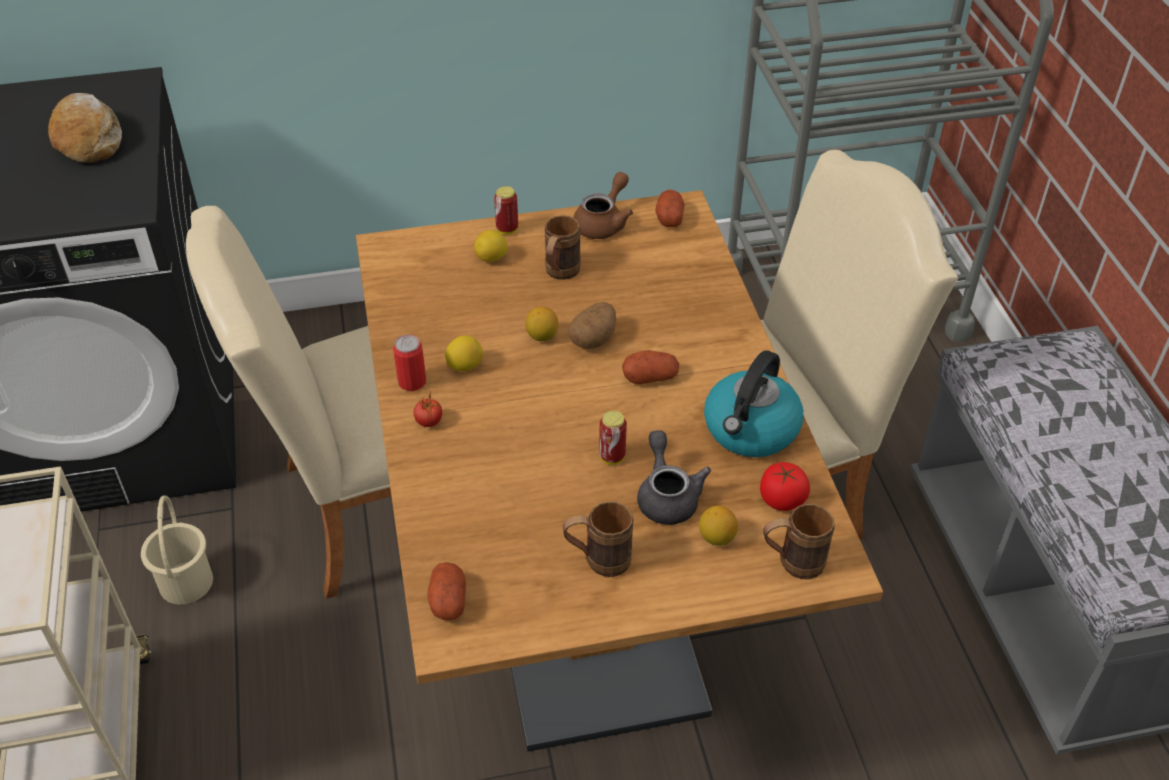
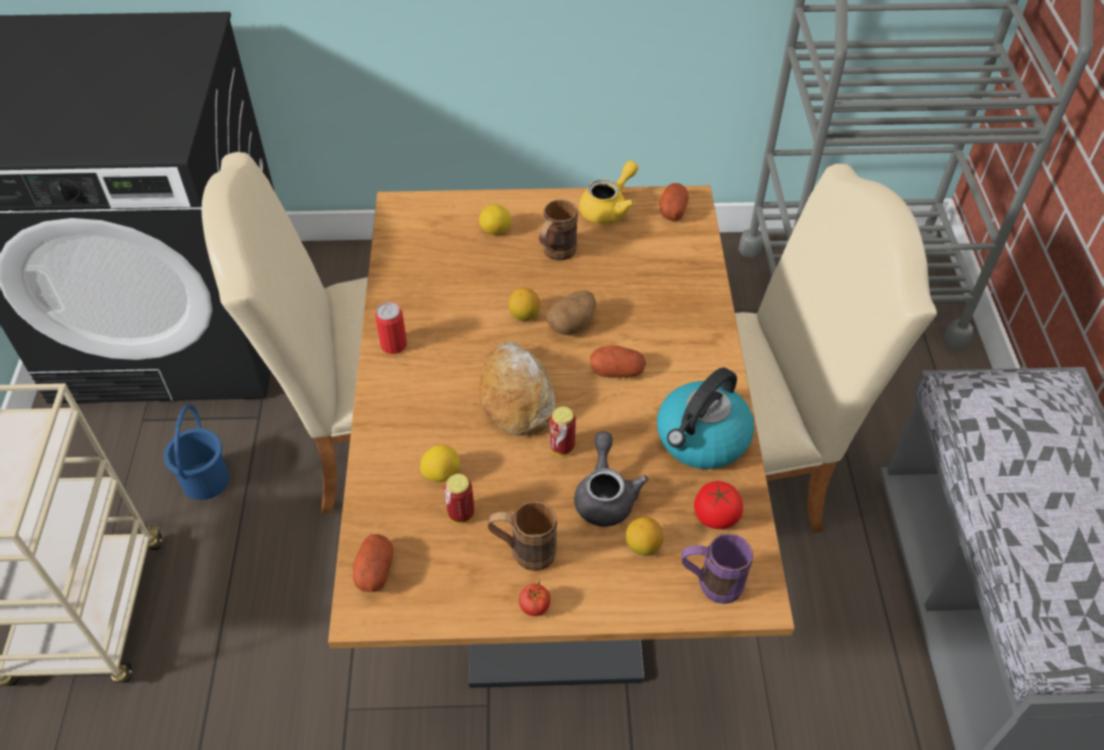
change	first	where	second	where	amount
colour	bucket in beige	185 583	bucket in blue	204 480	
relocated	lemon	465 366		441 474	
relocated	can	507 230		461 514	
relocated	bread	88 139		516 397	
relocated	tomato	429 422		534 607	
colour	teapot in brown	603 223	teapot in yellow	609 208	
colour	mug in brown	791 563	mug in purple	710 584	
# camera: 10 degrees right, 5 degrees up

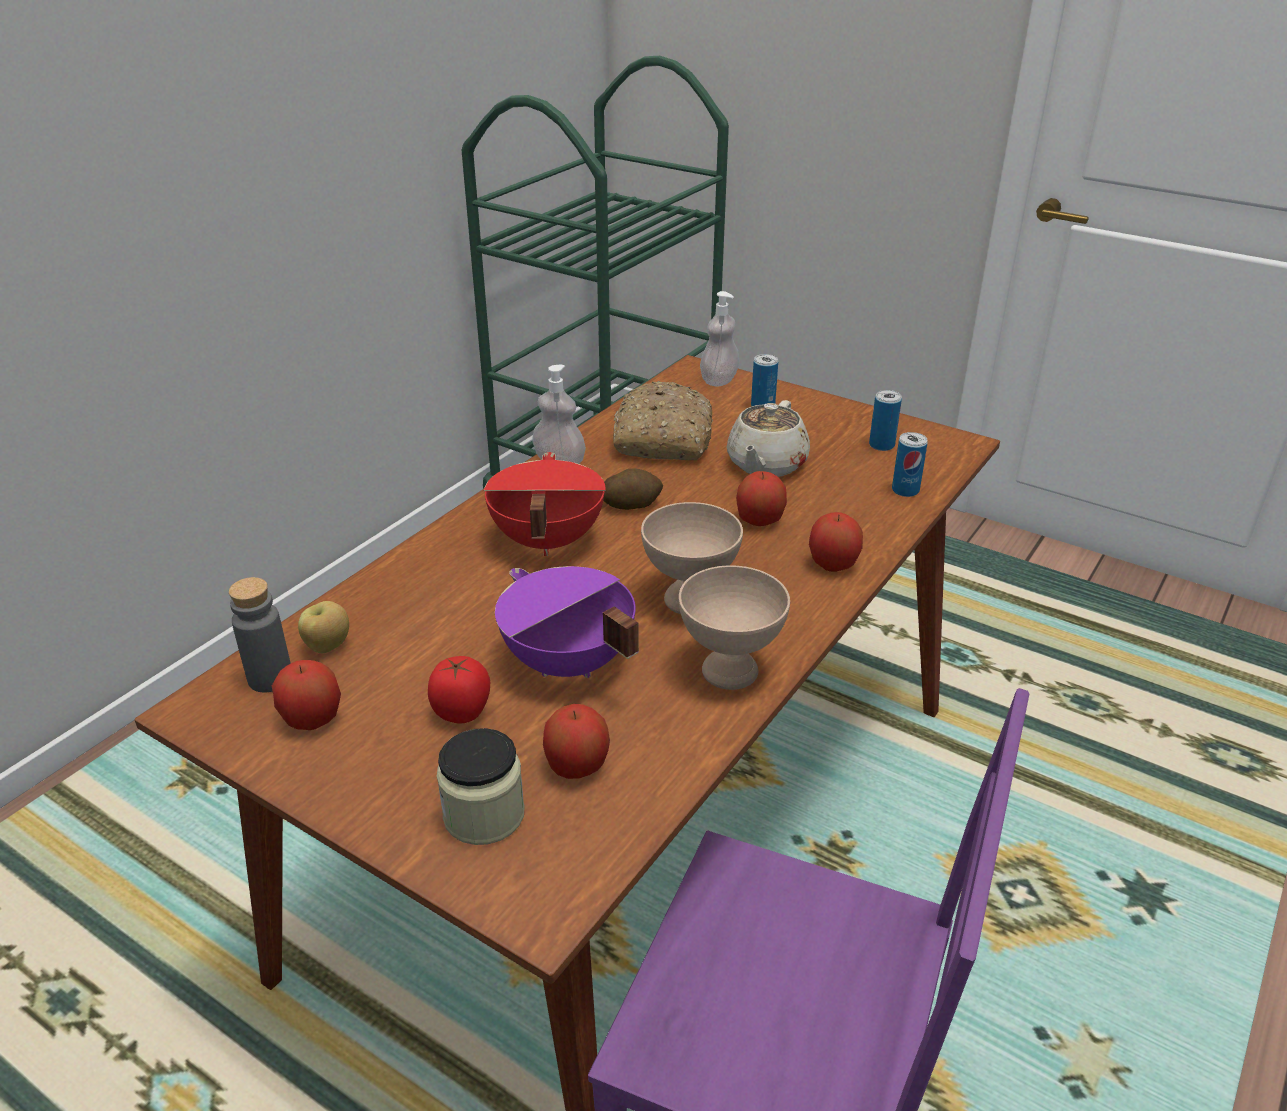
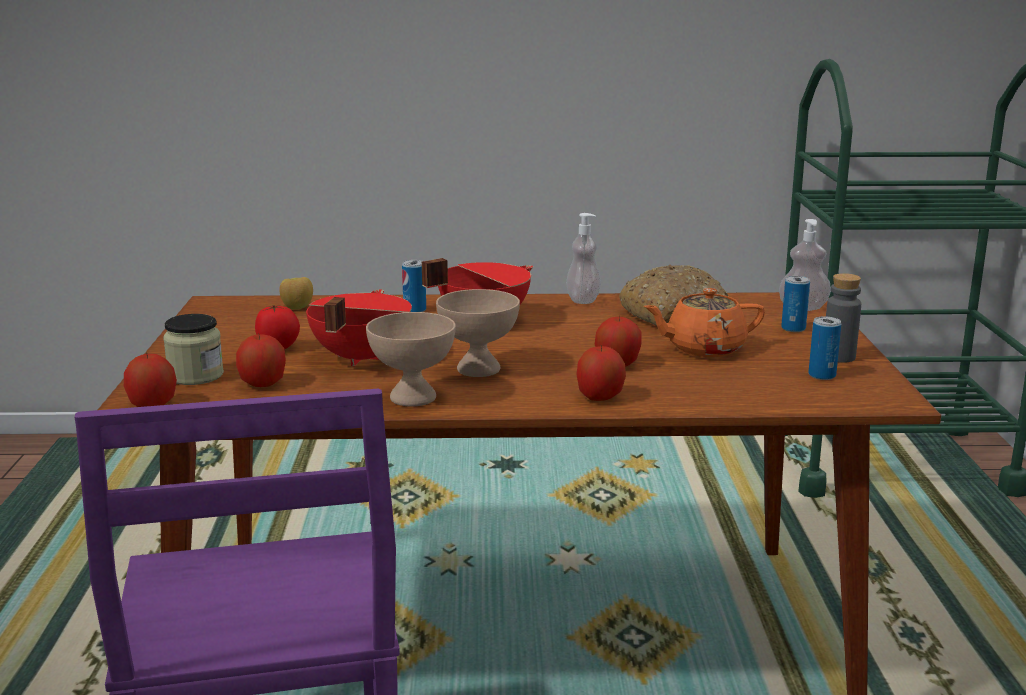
change	first	where	second	where	amount
relocated	apple	312 719		152 406	
colour	cooking pot in purple	567 663	cooking pot in red	358 358	
relocated	can	905 490		414 310	
colour	teapot in beige	766 464	teapot in orange	703 349	
relocated	bottle in grey	270 678		838 357	
missing	potato	632 504			
# camera: 55 degrees right, 15 degrees down

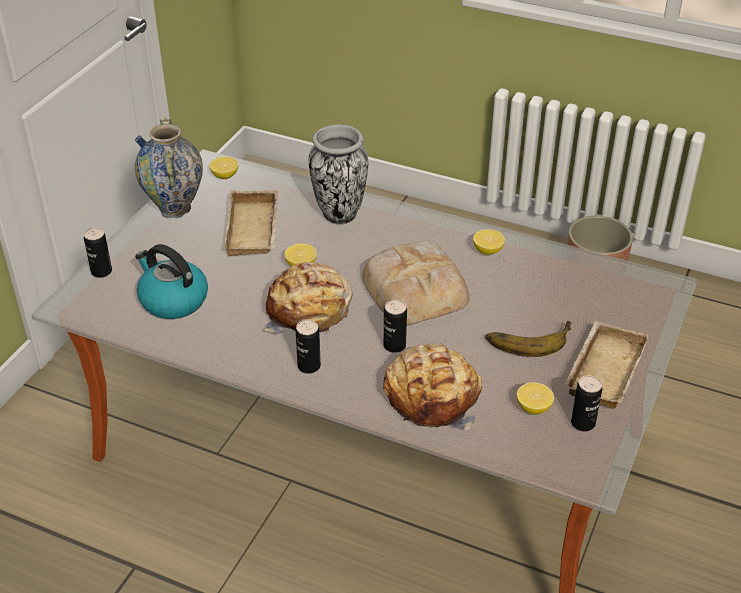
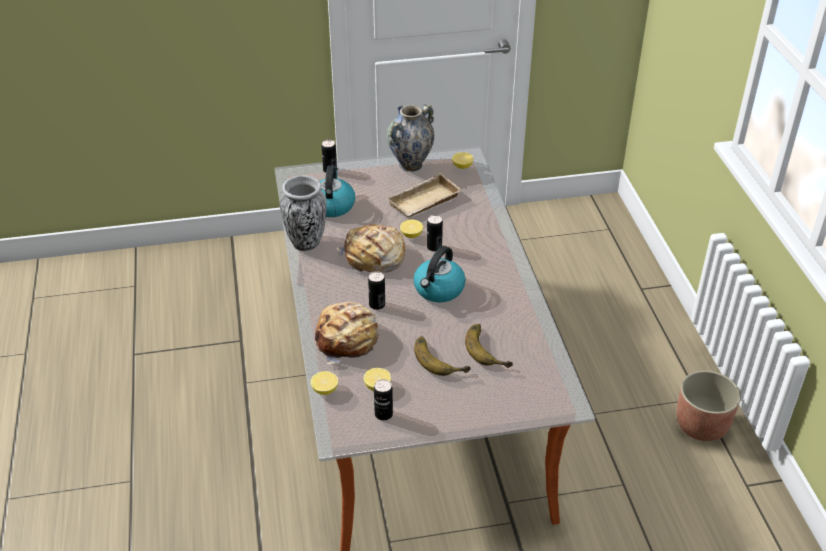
change	first	where	second	where	amount
relocated	vase	339 214		306 242	
relocated	lemon	488 250		325 390	
exchanged	bread	415 288	kettle	438 290	
relocated	can	309 366		434 247	
appeared			banana	489 348	
missing	tray in beige	602 369			
# camera: 55 degrees right, 0 degrees up

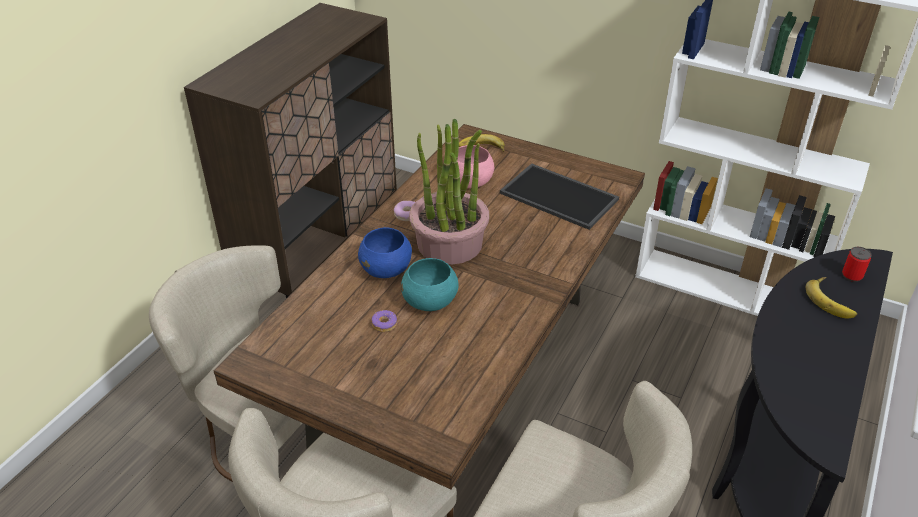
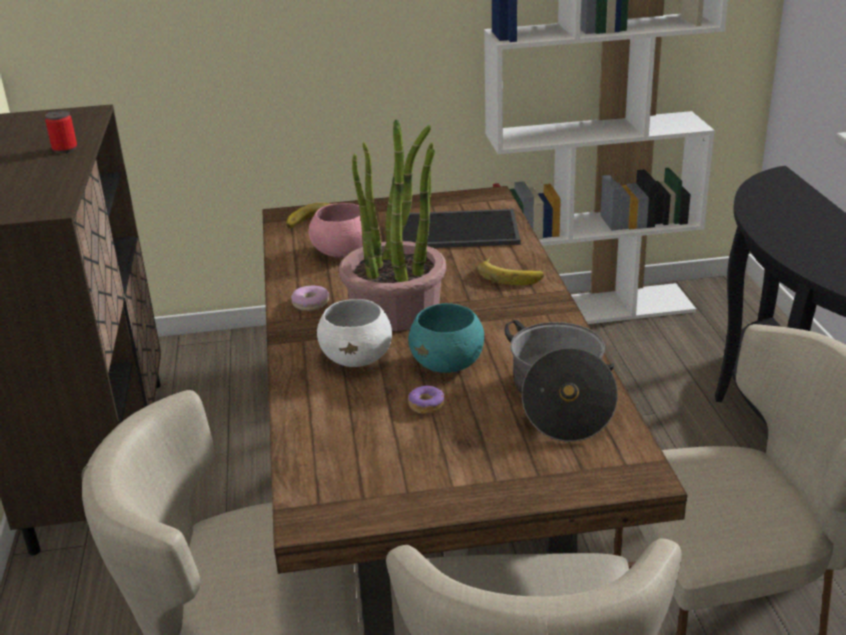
change	first	where	second	where	amount
relocated	can	852 276		65 149	
colour	bowl in blue	387 270	bowl in white	357 358	
relocated	banana	832 300		511 274	
appeared			cooking pot	559 399	
# camera: 35 degrees left, 10 degrees down

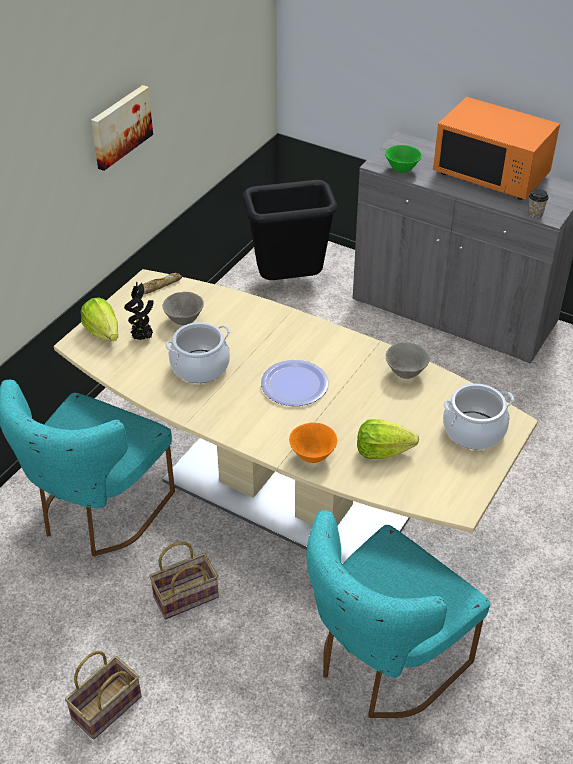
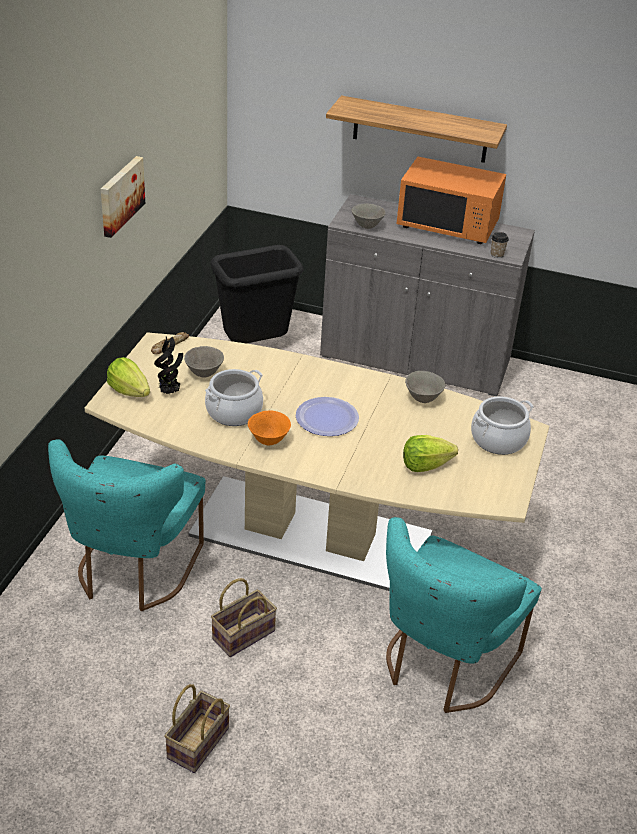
change	first	where	second	where	amount
relocated	bowl in orange	312 456		268 441	
appeared			shelf	420 130	
colour	bowl in green	402 169	bowl in grey	367 226	
# camera: 15 degrees left, 5 degrees down

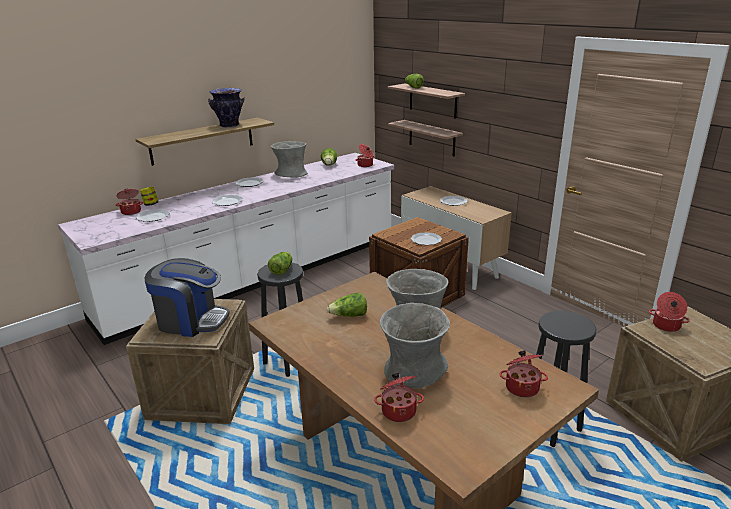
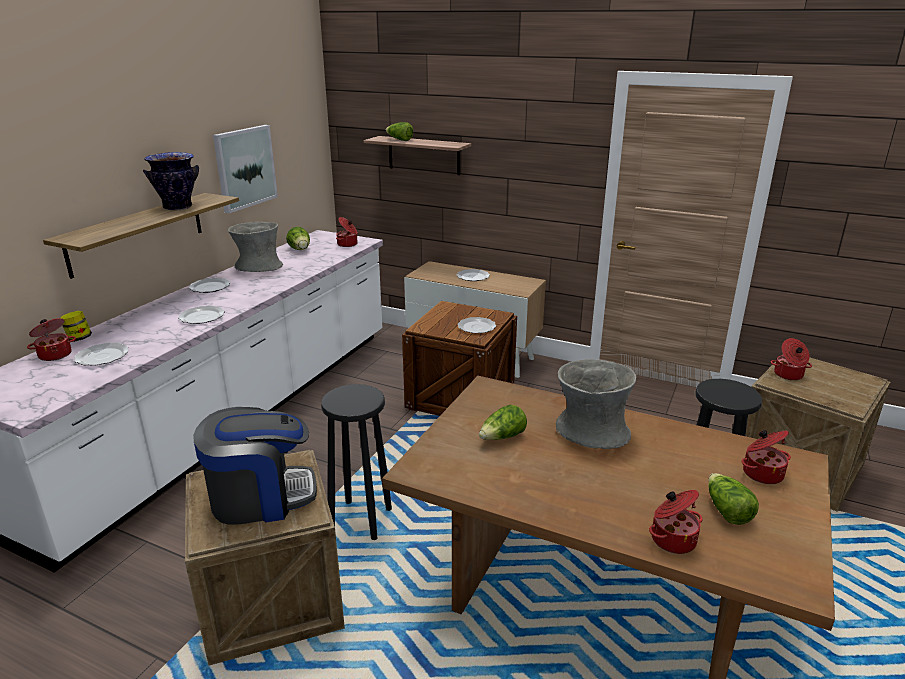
change	first	where	second	where	amount
appeared			picture	245 167	
relocated	lettuce	281 270		726 510	
missing	vase in grey	413 370			
missing	shelf	431 138			
# camera: 25 degrees left, 0 degrees up

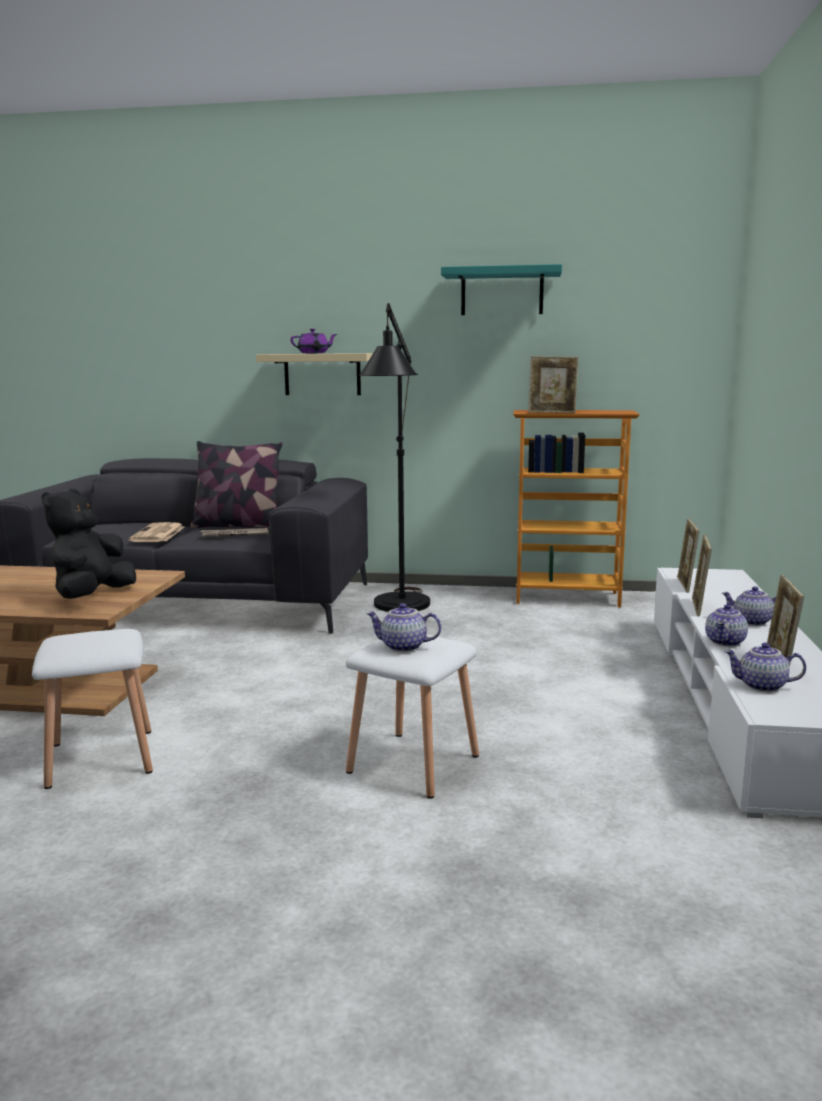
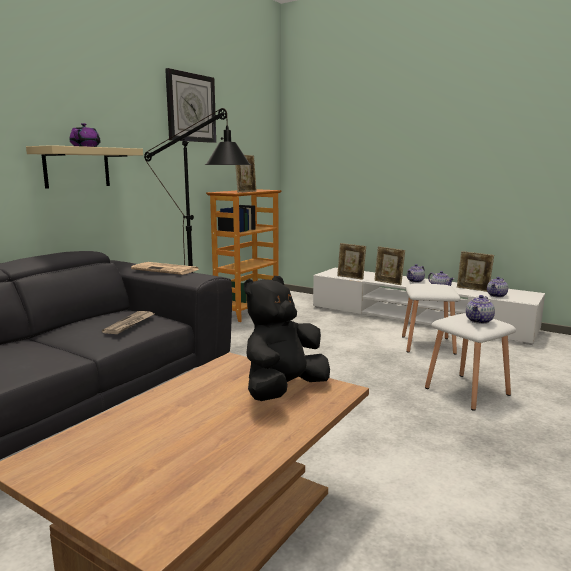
change	first	where	second	where	amount
relocated	newspaper	158 534		166 269	
exchanged	shelf in turquoise	502 292	wall clock	191 108	
spun	plush toy in black	92 596		283 390	90 degrees clockwise
relocated	stool in white	102 758		428 345	
missing	pillow	238 526			
# camera: 65 degrees left, 0 degrees up

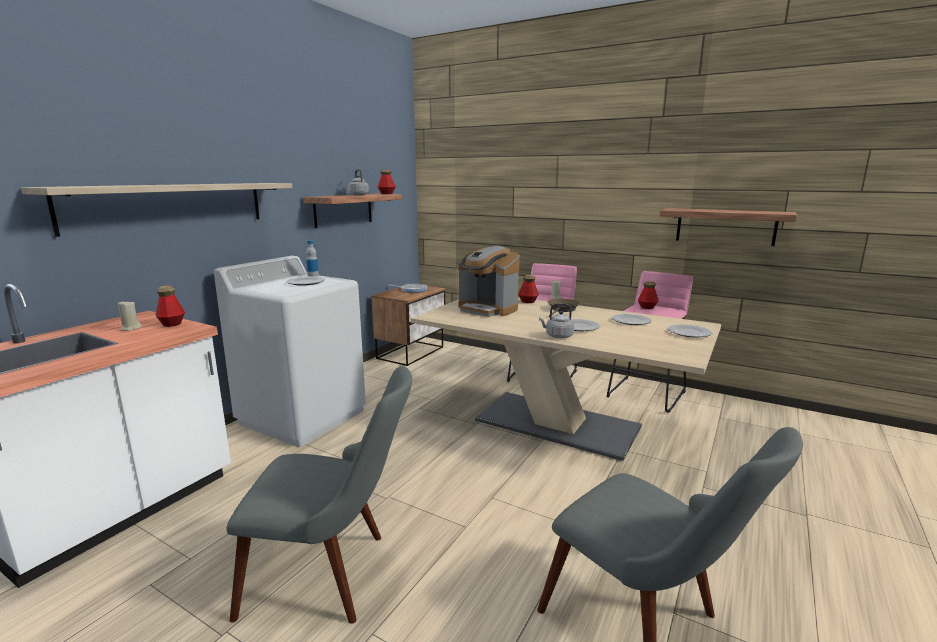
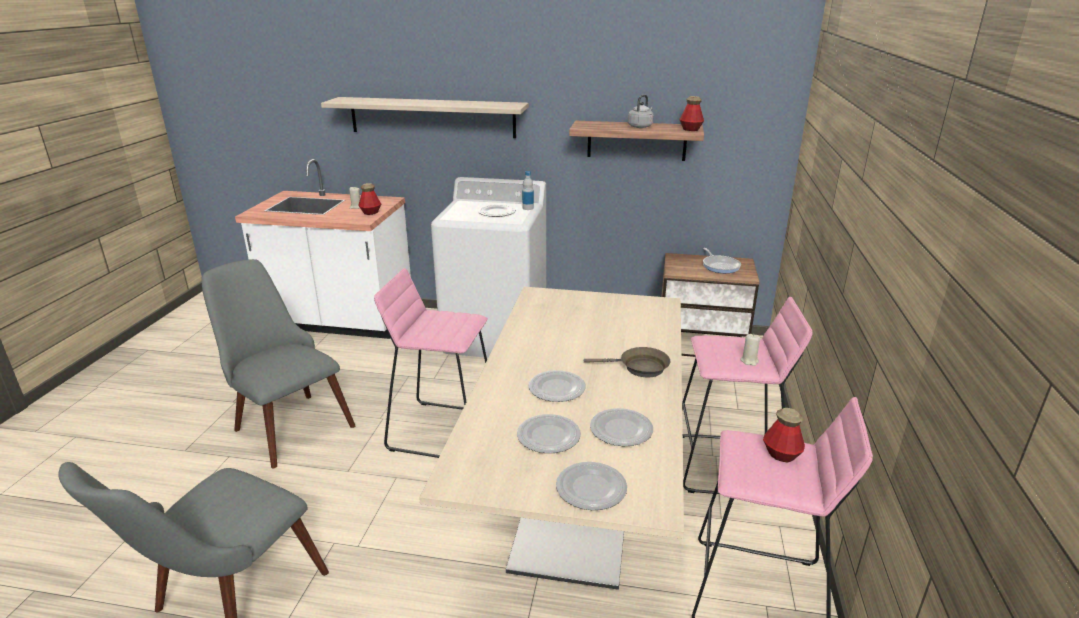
change	first	where	second	where	amount
spun	chair in grey	334 573		285 422	150 degrees clockwise
appeared			stool in pink	443 430	
appeared			plate	548 436	
missing	coffee machine	487 309			
missing	bottle	528 301			
missing	kettle in grey	557 336			
missing	shelf	725 226			
# camera: 70 degrees right, 10 degrees up

